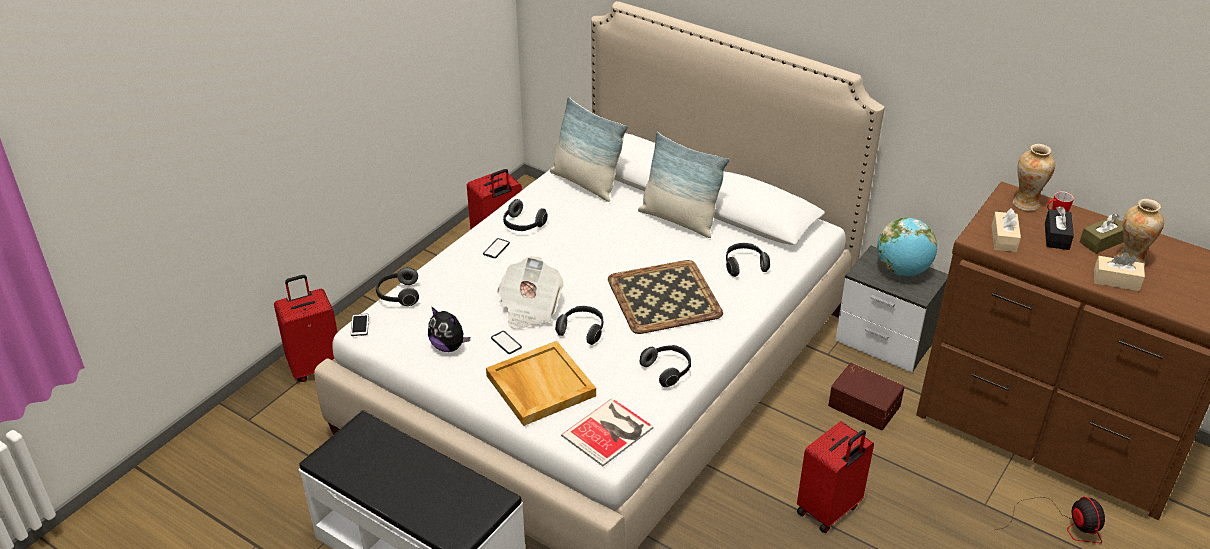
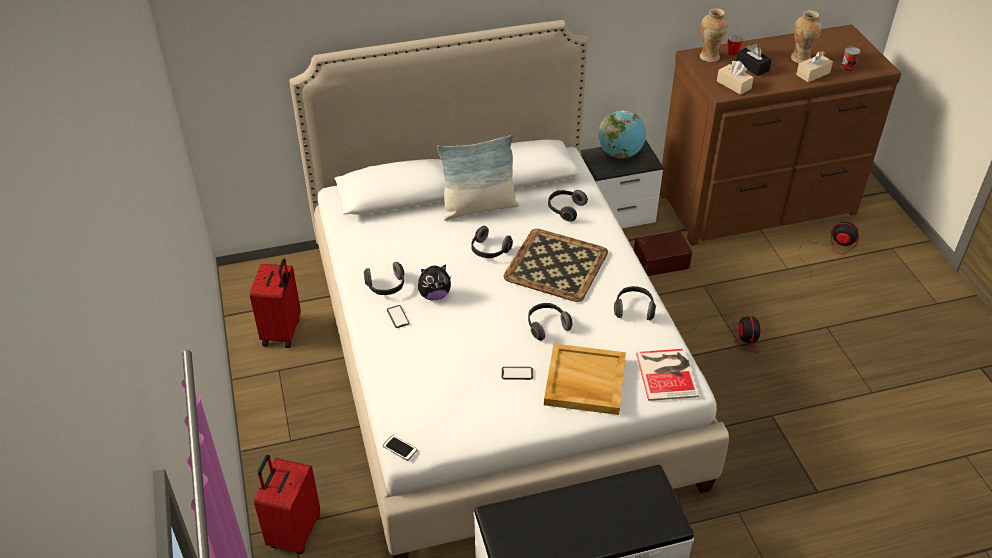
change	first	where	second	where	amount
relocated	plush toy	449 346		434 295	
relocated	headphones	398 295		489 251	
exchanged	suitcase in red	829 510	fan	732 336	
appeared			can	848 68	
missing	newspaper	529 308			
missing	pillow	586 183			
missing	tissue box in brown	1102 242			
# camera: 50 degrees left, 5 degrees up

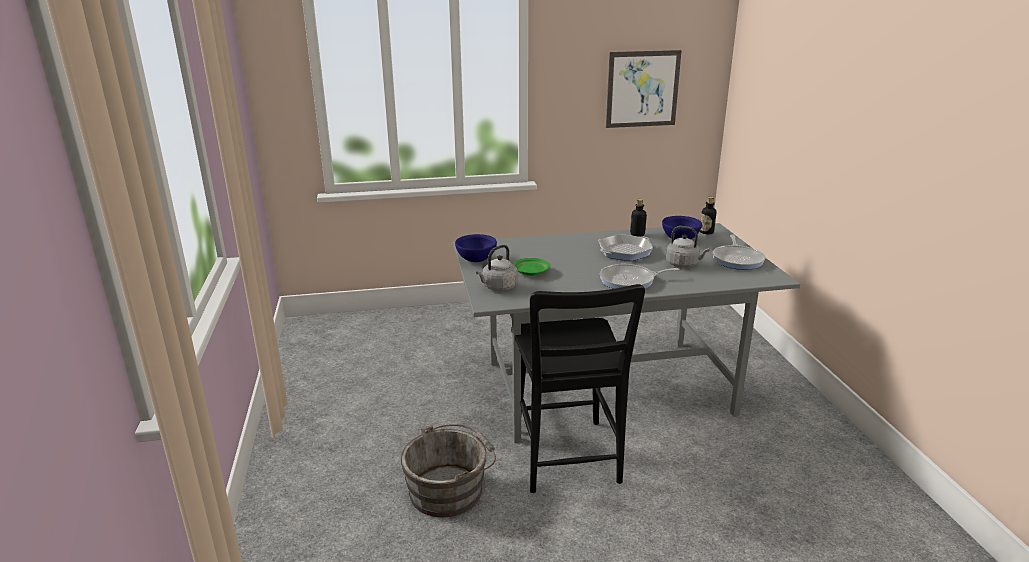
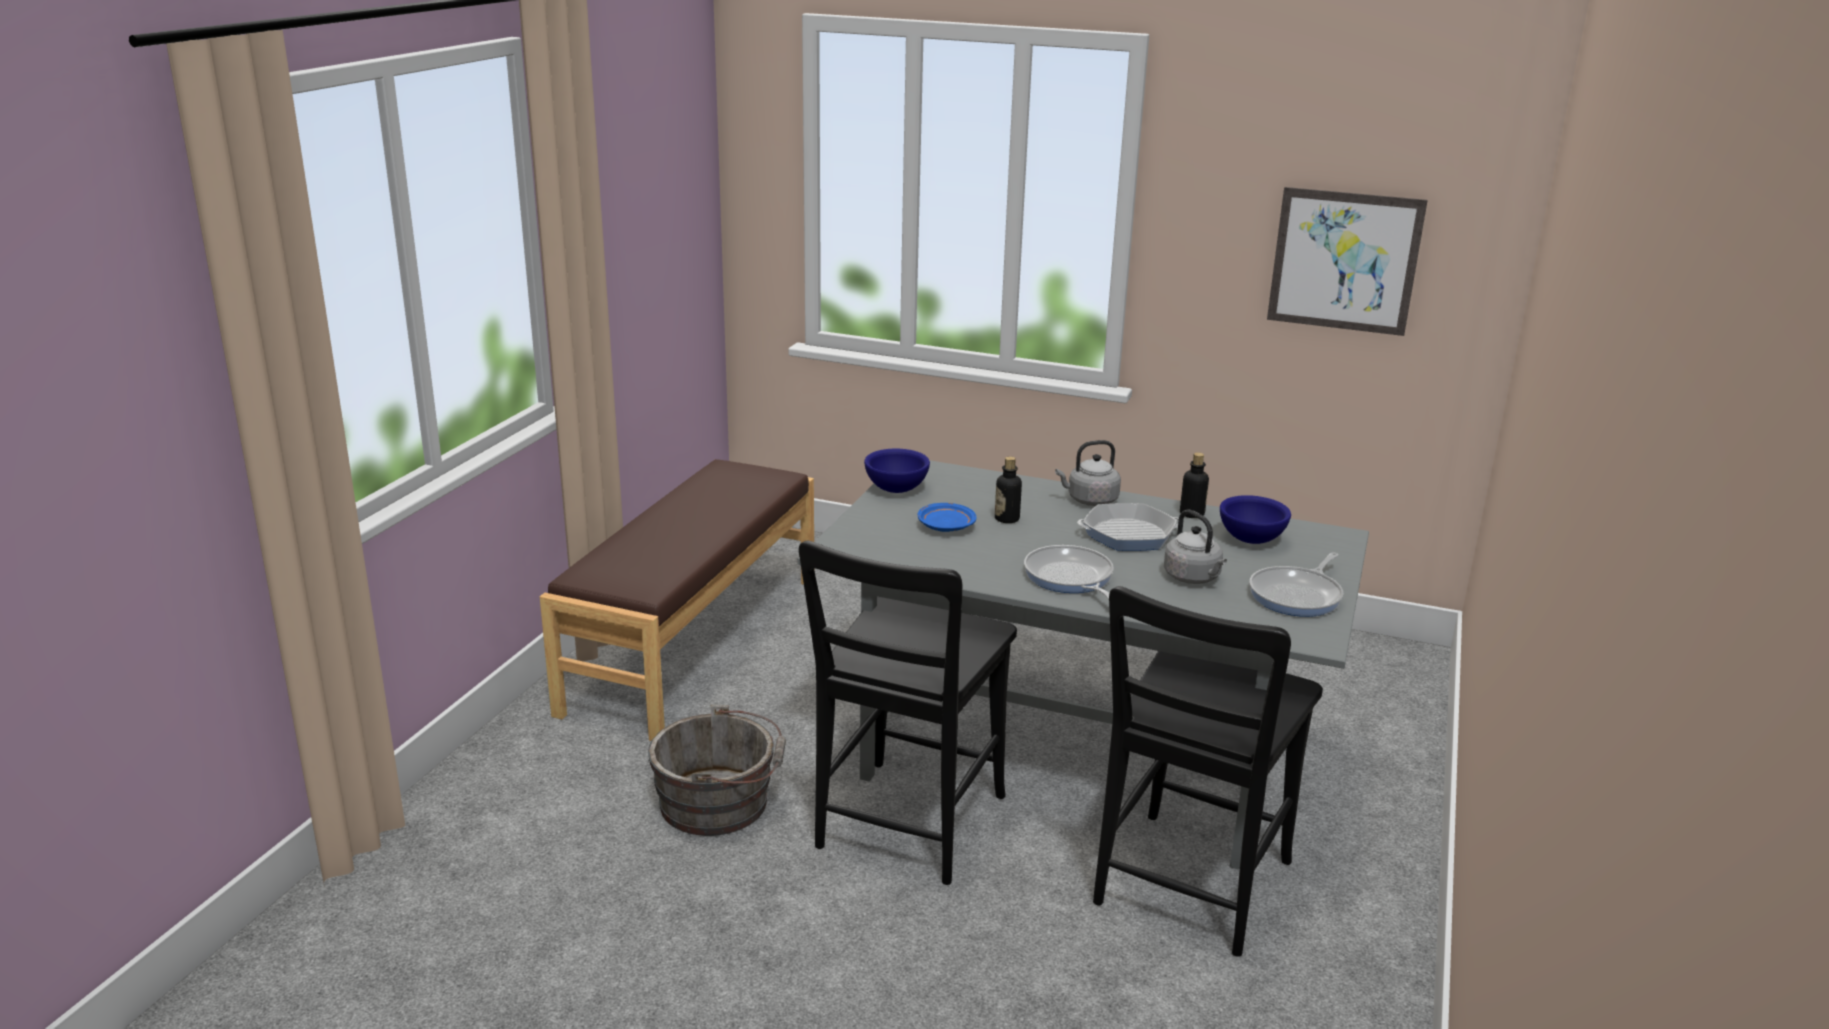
change	first	where	second	where	amount
appeared			bench in brown	692 643	
colour	plate in green	530 272	plate in blue	945 526	
relocated	bottle	706 232		1007 519	
spun	frying pan	630 281		1070 578	45 degrees clockwise
relocated	kettle in grey	498 287		1089 500	
appeared			chair in black	1188 889	
# camera: 30 degrees right, 0 degrees up

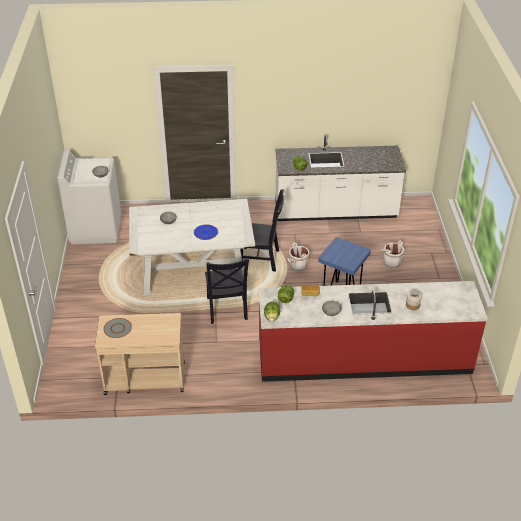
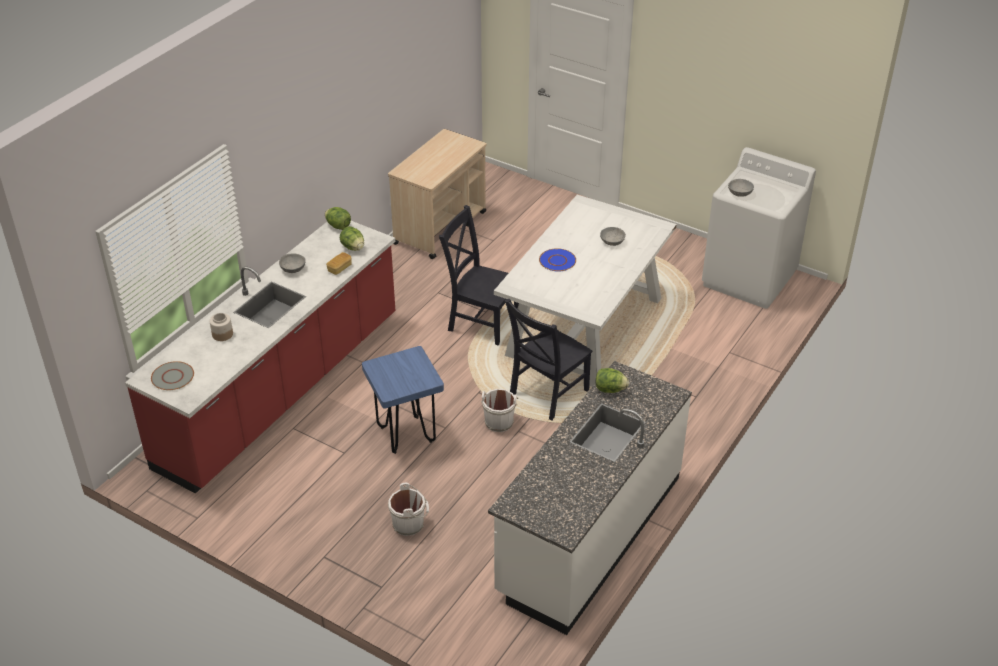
change	first	where	second	where	amount
relocated	plate in grey	117 328		173 377	
# camera: 125 degrees right, 0 degrees up

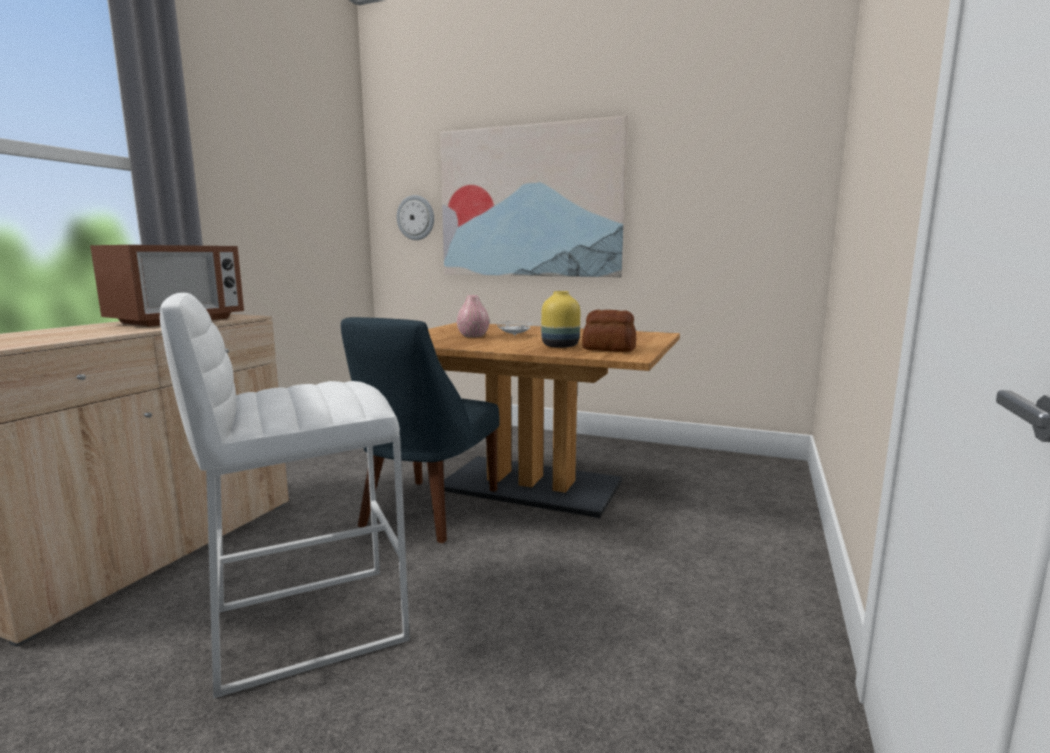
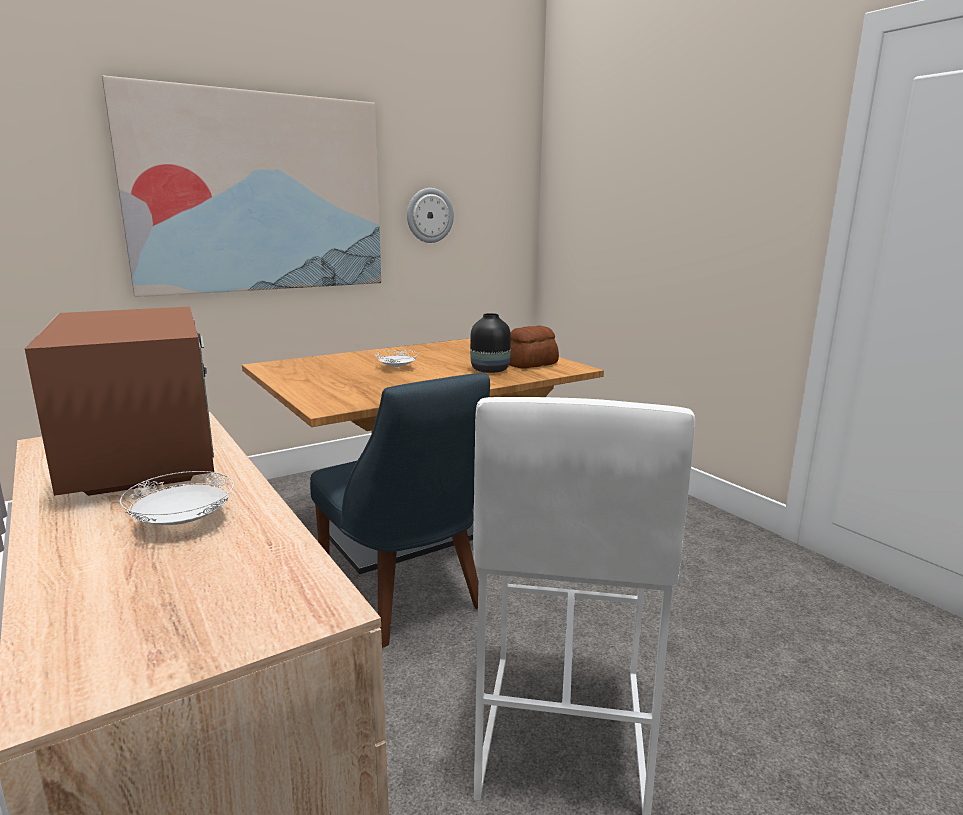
change	first	where	second	where	amount
appeared			plate in white	183 522	
relocated	wall clock	416 217		429 215	
colour	vase in yellow	561 346	vase in black	491 370	
missing	vase in pink	473 336			
# camera: 55 degrees left, 5 degrees up

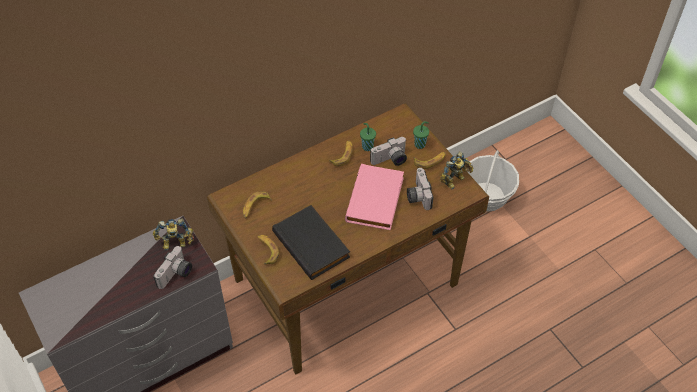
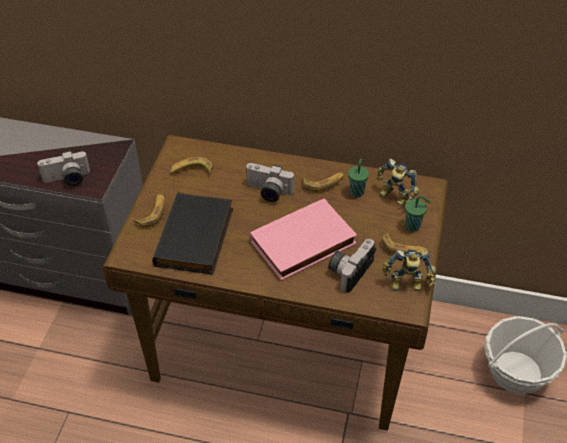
change	first	where	second	where	amount
relocated	photo camera	390 160		268 192	
relocated	toy robot	175 244		394 198	
# camera: 45 degrees right, 5 degrees down

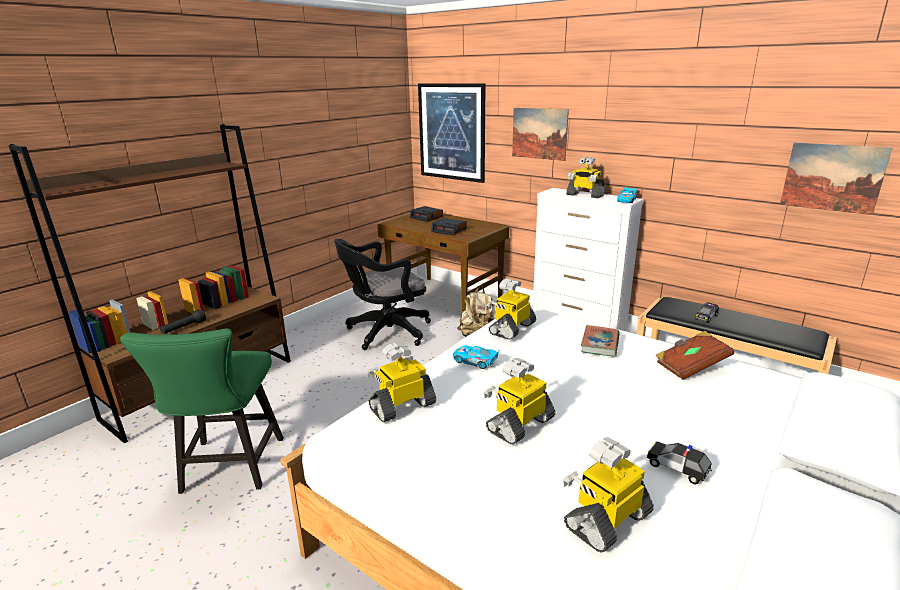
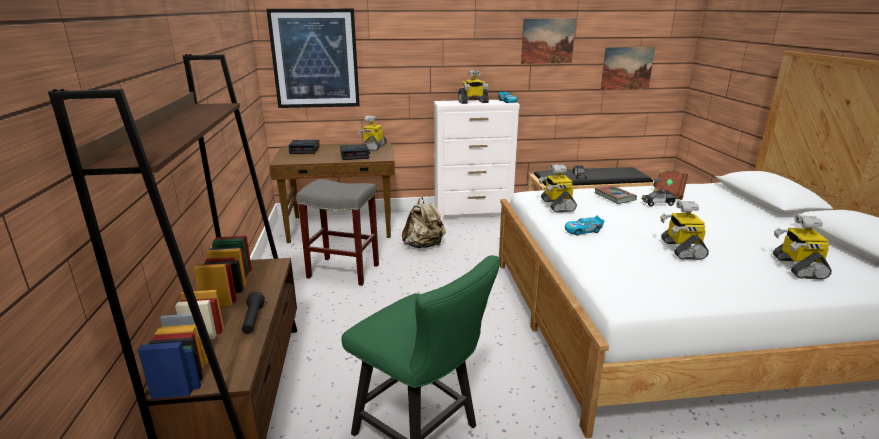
change	first	where	second	where	amount
exchanged	office chair in black	385 333	stool in grey	342 271	
relocated	toy robot	402 406		373 147	
relocated	picture	539 133		547 41	
relocated	toy car	677 468		657 203	
# camera: 45 degrees left, 0 degrees up

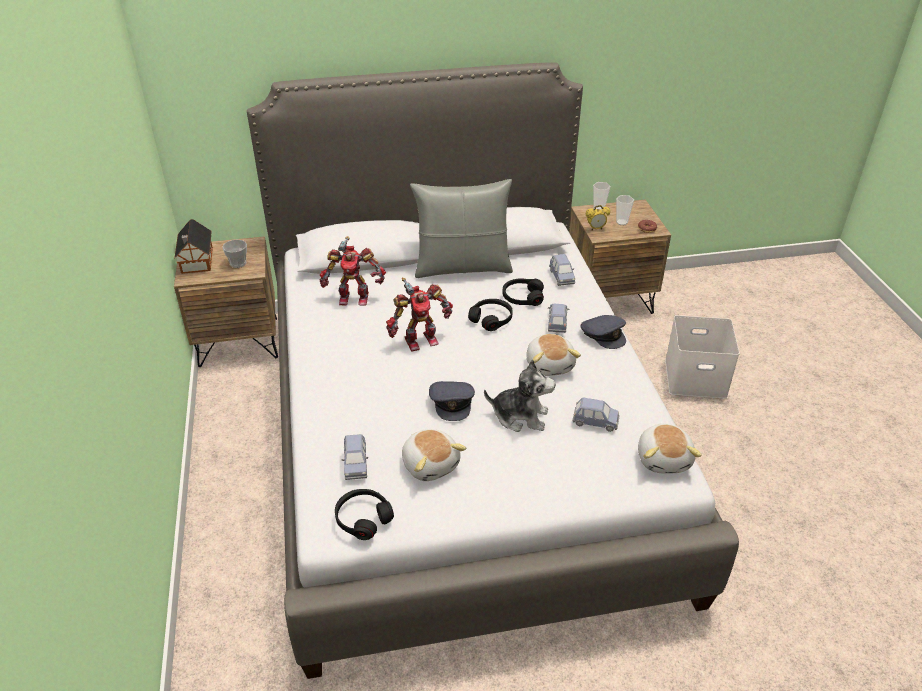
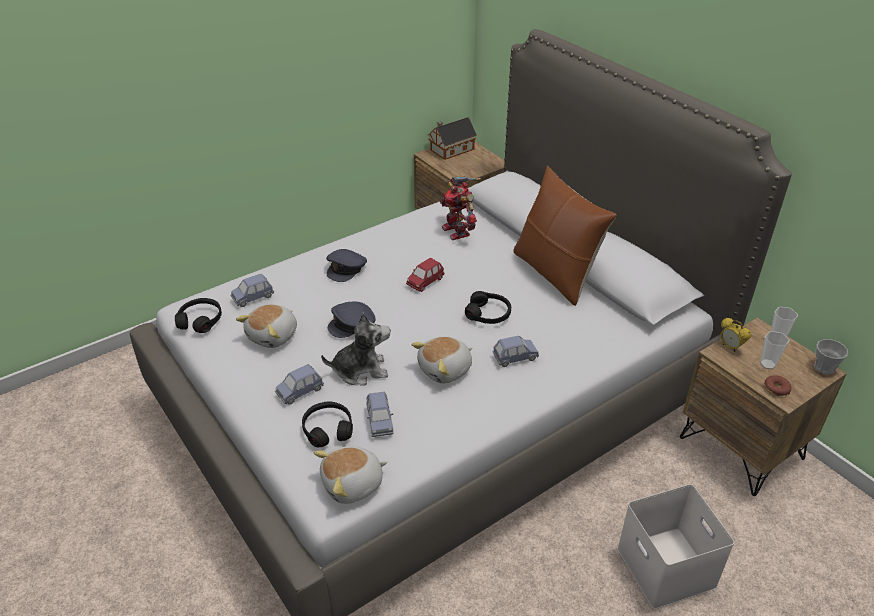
change	first	where	second	where	amount
relocated	toy car in blue	561 277		300 392	
relocated	headphones in black	522 297		328 429	
spun	plush toy	520 416		360 370	90 degrees counterclockwise
relocated	cap in grey	603 335		346 268	
exchanged	toy robot	420 340	toy car in red	425 282	
colour	pillow in grey	462 267	pillow in brown	555 273	
relocated	cup	238 263		824 367	
# camera: 65 degrees right, 0 degrees up

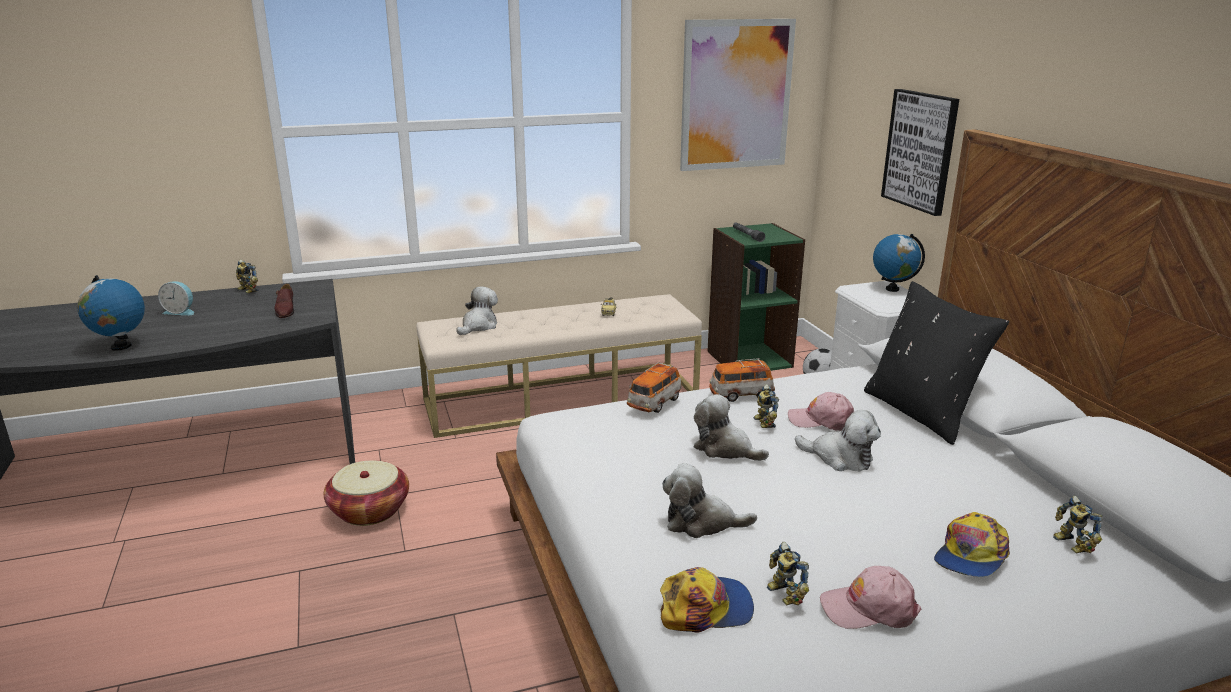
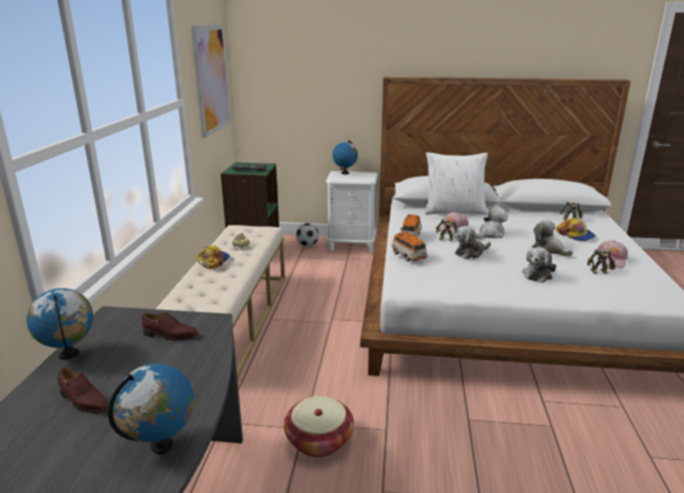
change	first	where	second	where	amount
exchanged	toy robot	246 291	globe	69 354	
exchanged	alarm clock	180 312	shoe in brown	83 401	
relocated	cap	705 608		213 261	
colour	pillow in black	921 412	pillow in white	454 211	
relocated	plush toy	478 326		549 249	
missing	picture	920 150			
# camera: 65 degrees left, 0 degrees up

